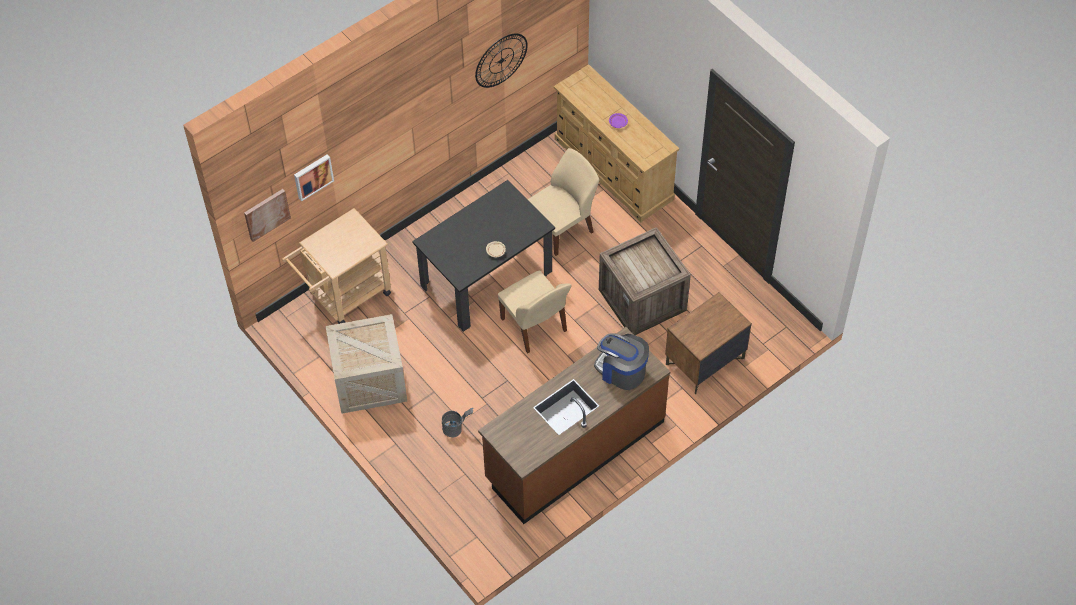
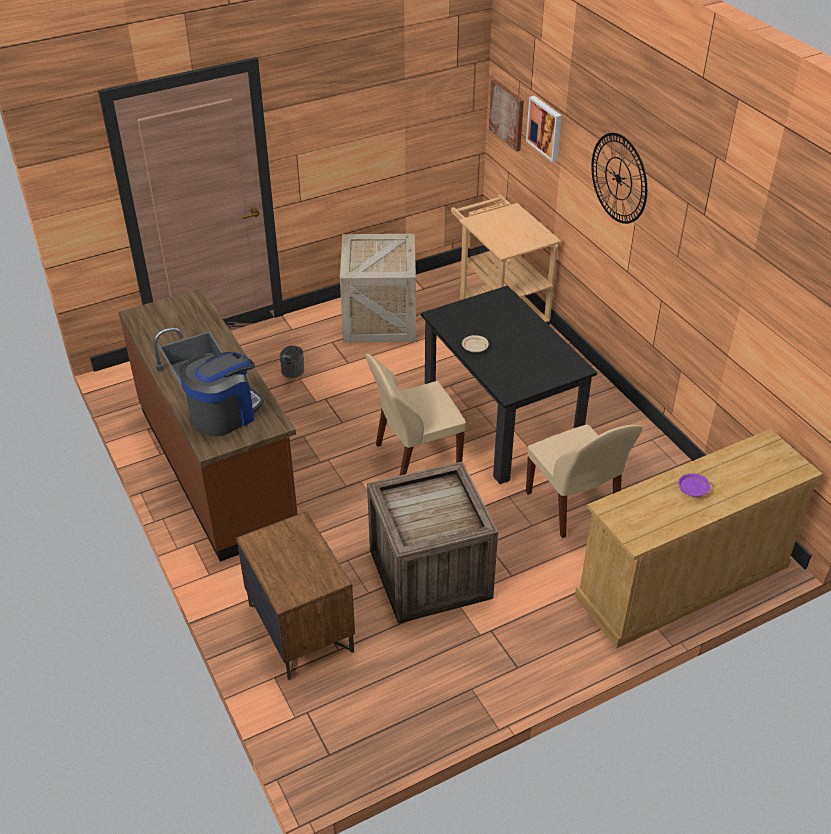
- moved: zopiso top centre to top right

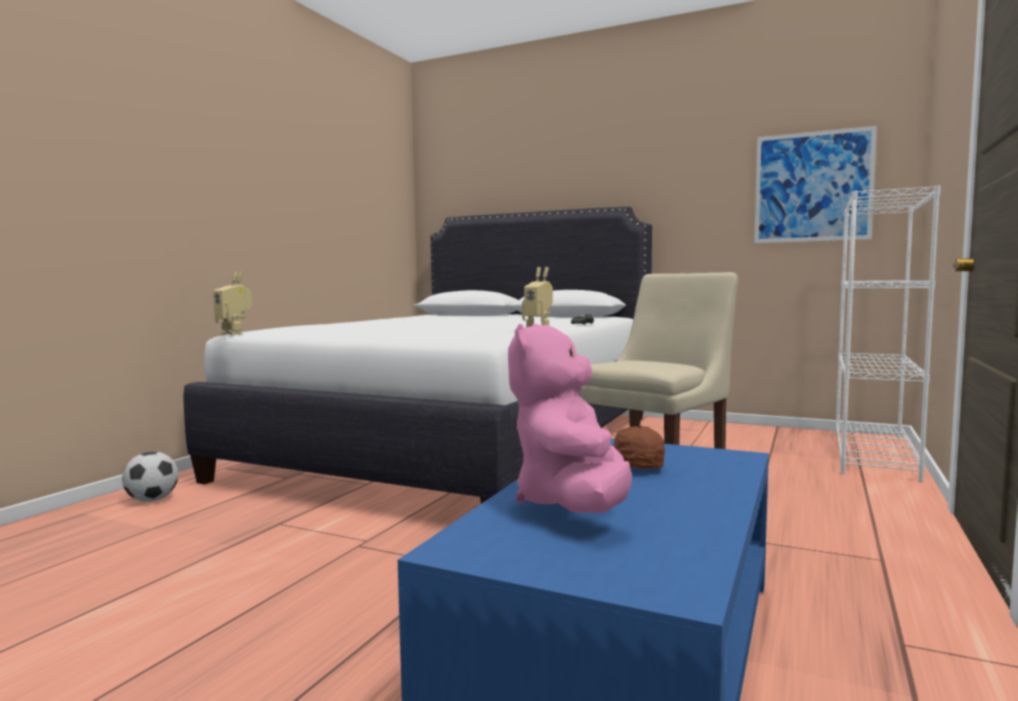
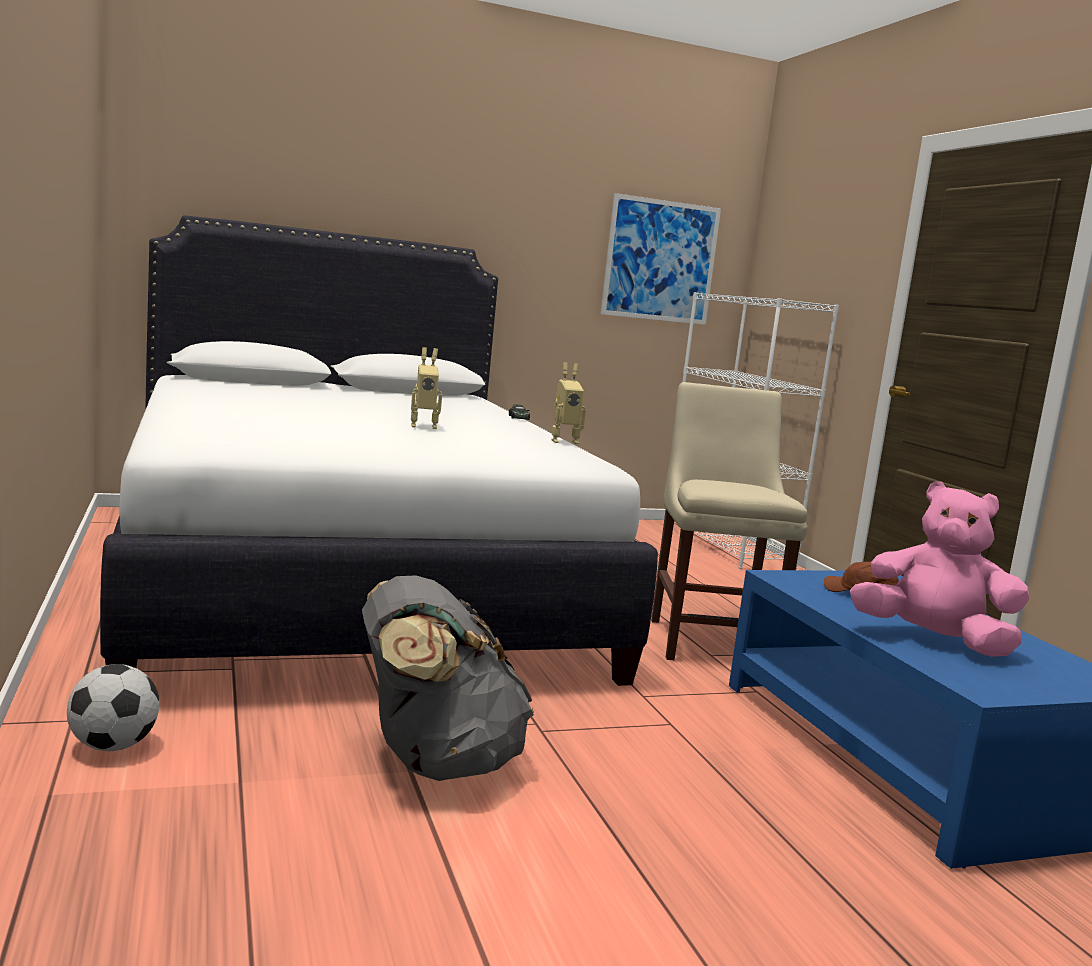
- moved: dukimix (1st from left) middle left to centre
- turned: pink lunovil centre = middle right 150 degrees clockwise
- added: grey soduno bottom centre

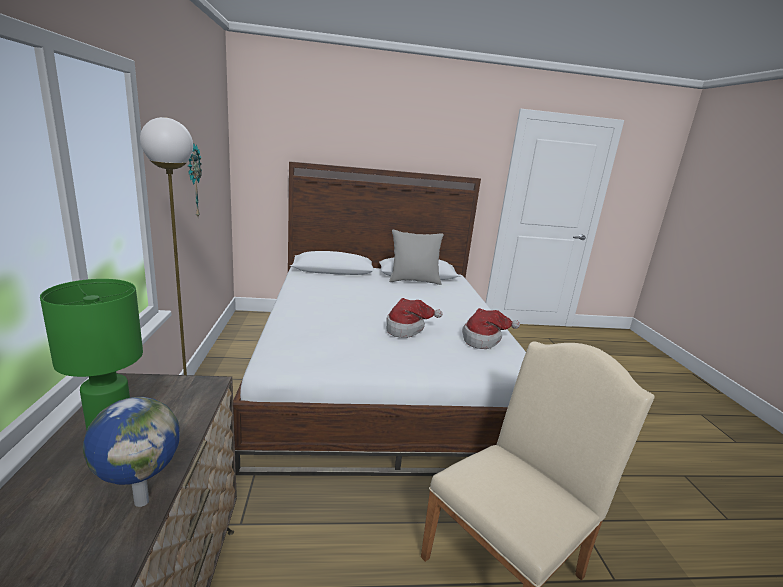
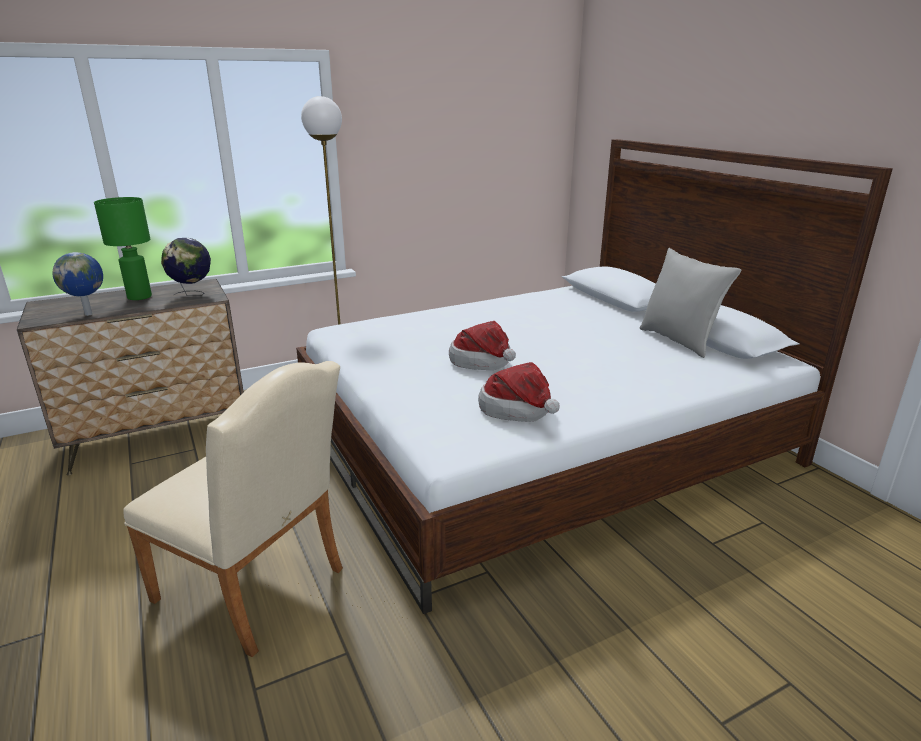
- removed: zopiso top left
- added: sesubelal (2nd from left) middle left

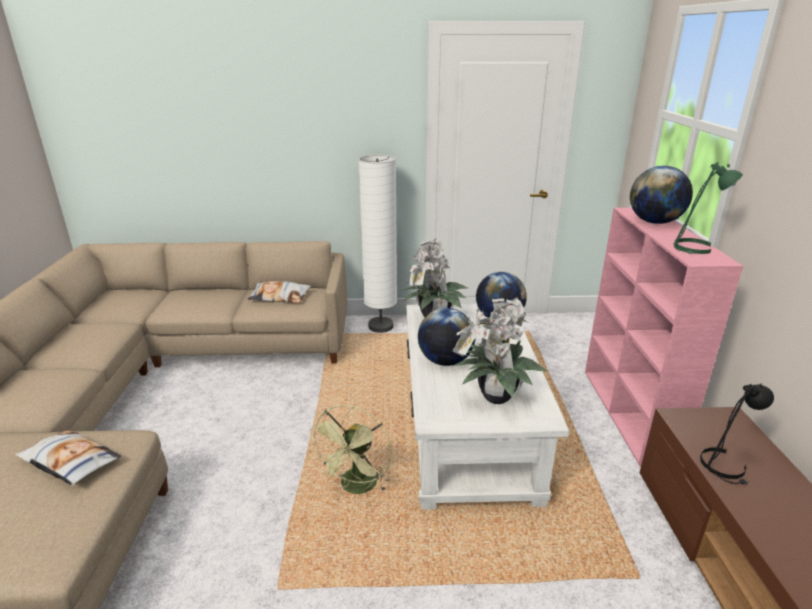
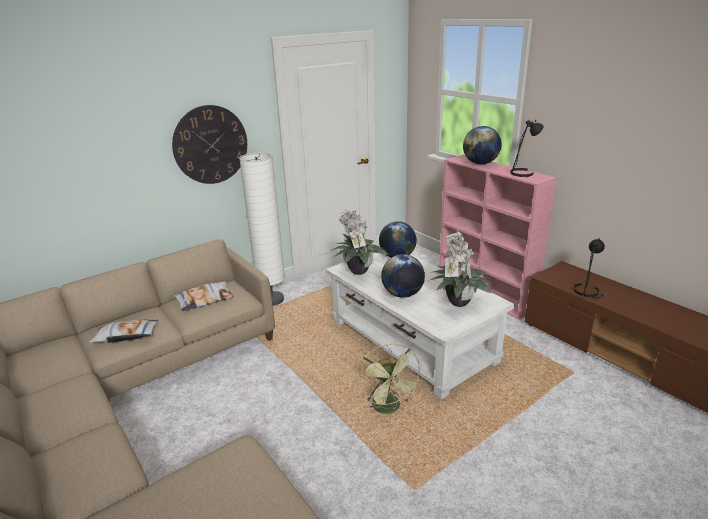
- moved: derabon (1st from left) bottom left to middle left
- recoloured: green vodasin middle right to black vodasin (1st from left) top right
- added: zopiso top left

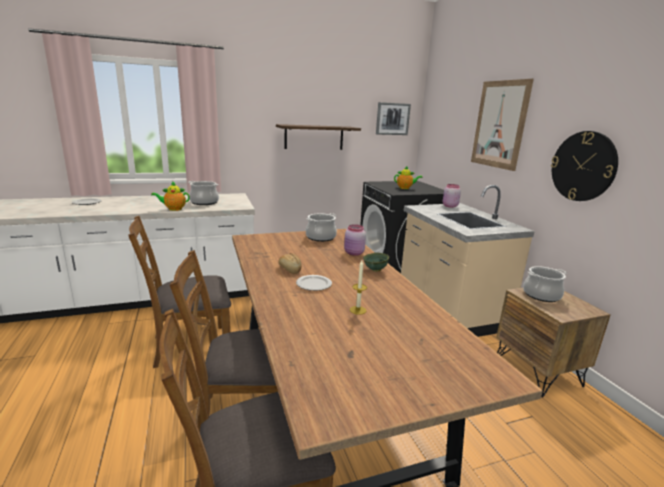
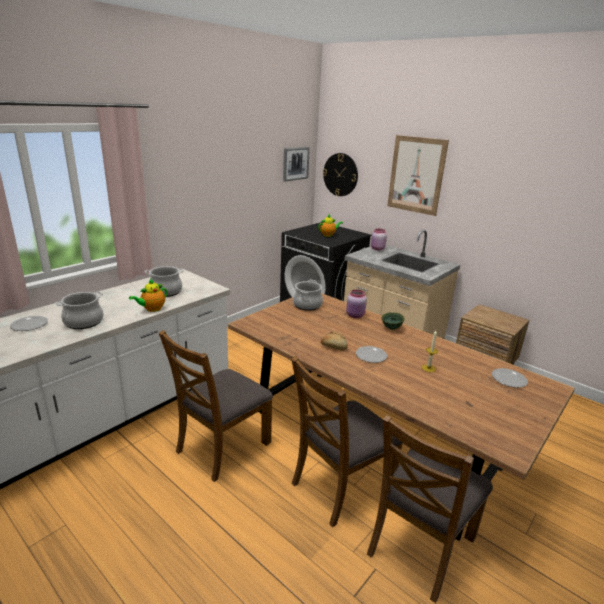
- removed: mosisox top centre
- moved: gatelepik (3rd from left in the first image) middle right to gatelepik (1st from left) middle left
- moved: zopiso middle right to top centre
- added: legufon (3rd from left) middle right

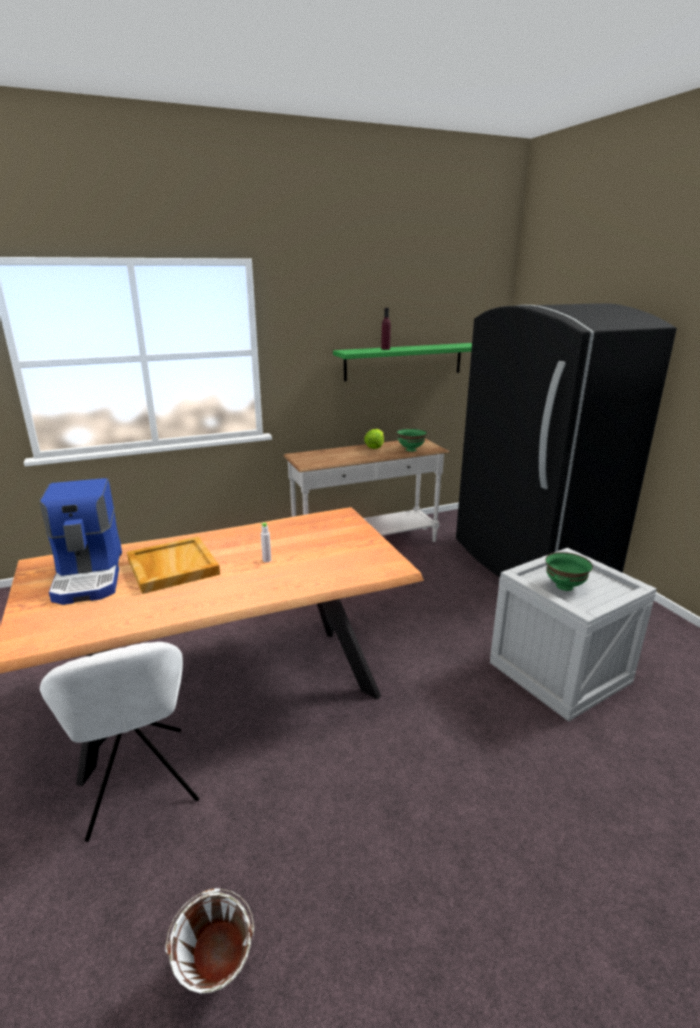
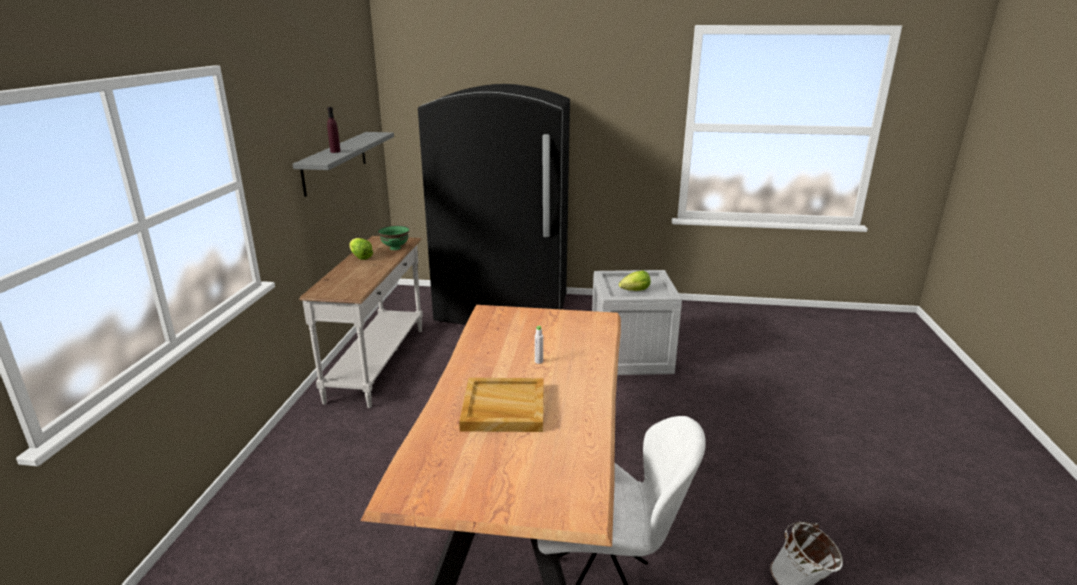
- removed: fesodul middle left
- recoloured: green mosisox centre to grey mosisox top left
- replaced: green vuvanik (2nd from left) middle right to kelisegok (2nd from left) centre

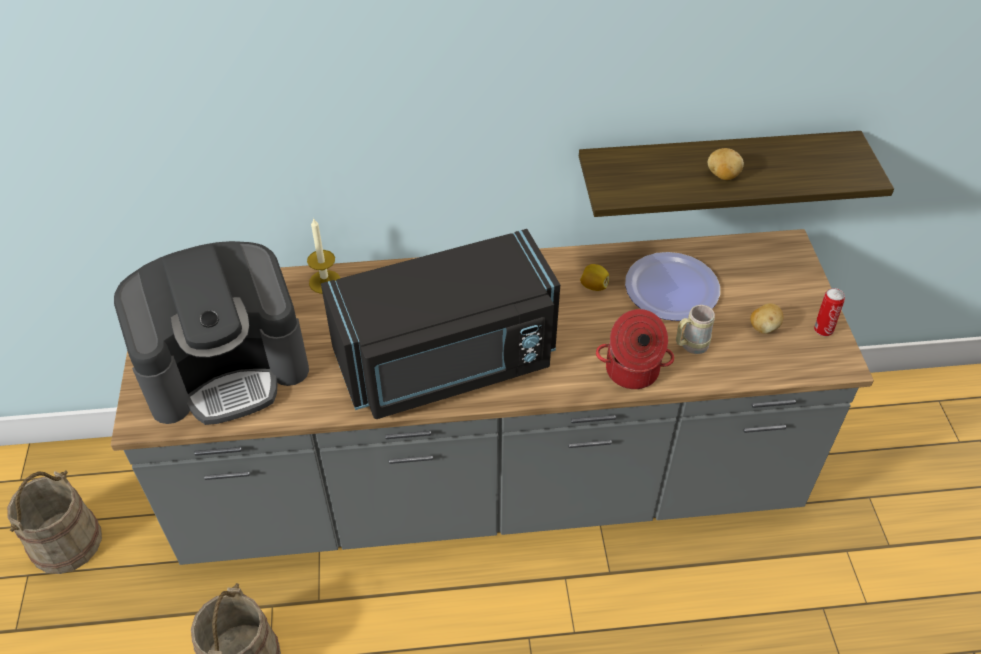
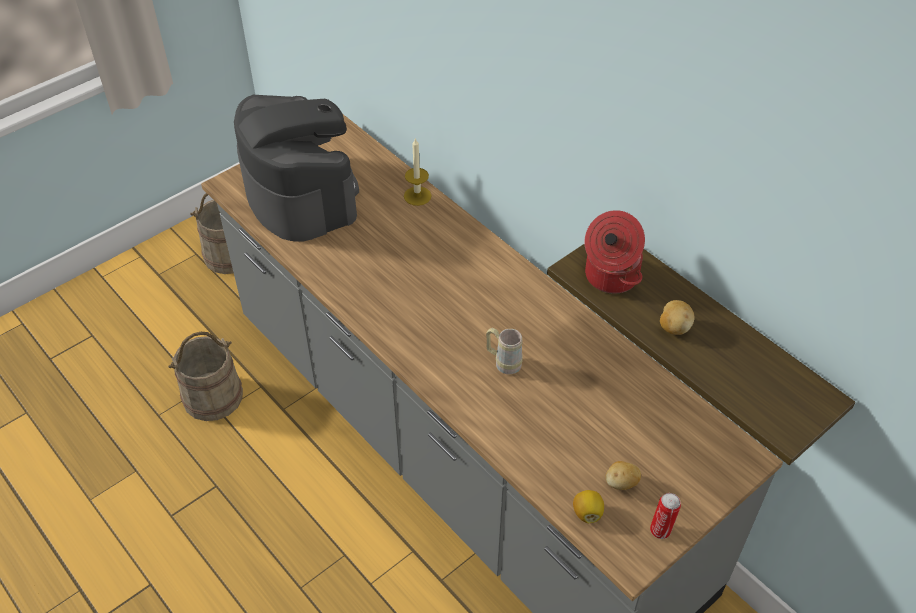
- turned: fesodul middle left = top left 150 degrees counterclockwise
- removed: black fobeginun centre
- moved: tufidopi centre to bottom centre
- moved: gatelepik centre to middle right
- removed: legufon middle right
- moved: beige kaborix middle right to centre

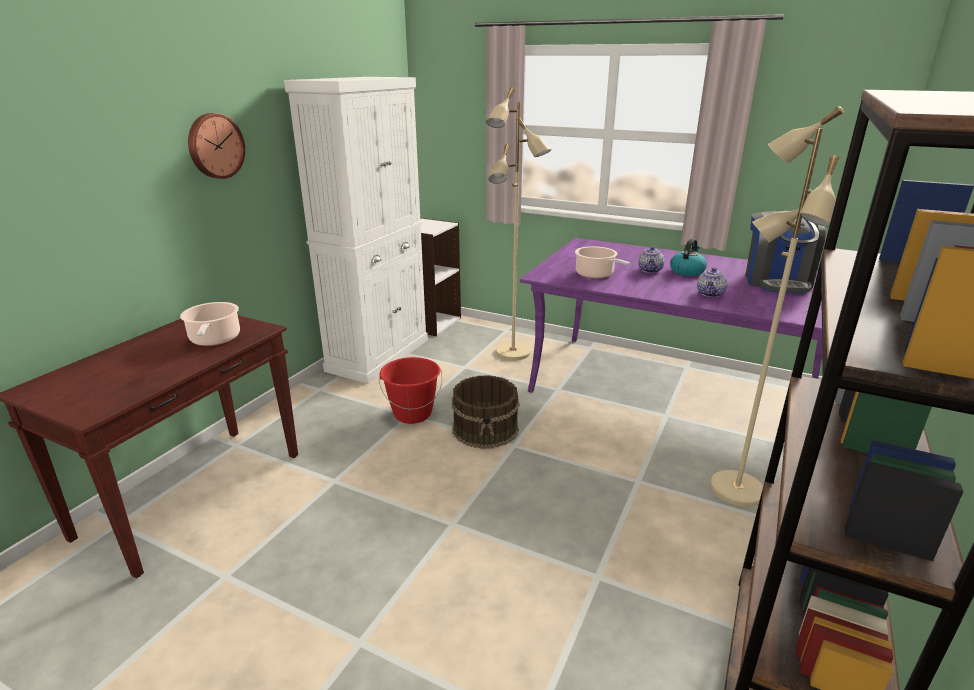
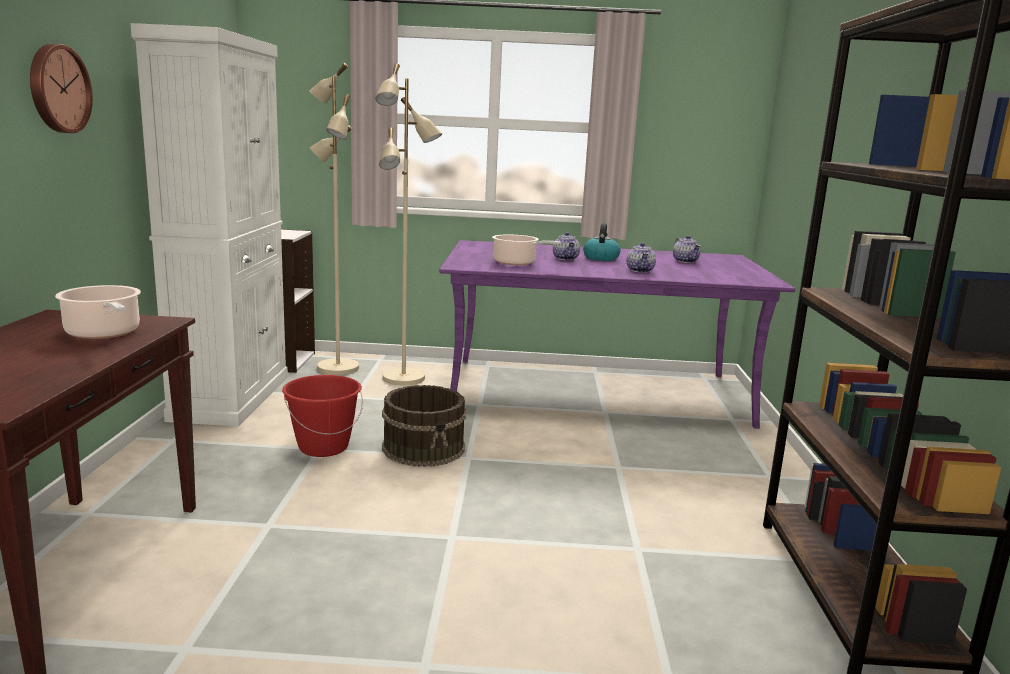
- moved: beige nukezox (2nd from left in the first image) middle right to beige nukezox (1st from left) top left
- replaced: fesodul middle right to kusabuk (3rd from left) middle right

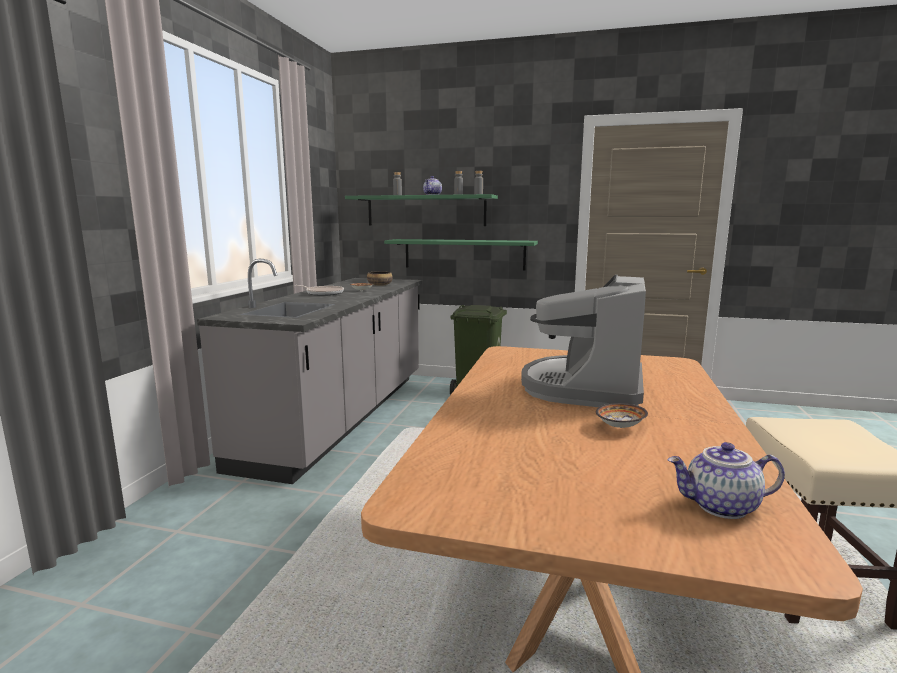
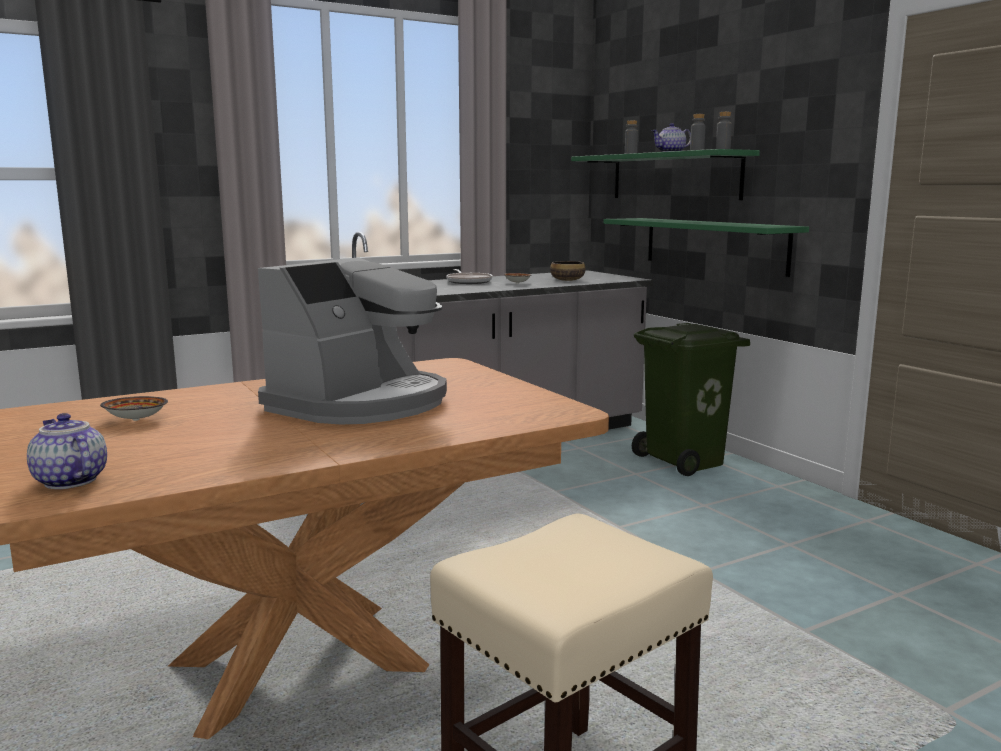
- turned: fesodul centre = centre 150 degrees clockwise
- moved: vuvanik (3rd from left in the first image) middle right to vuvanik (1st from left) middle left

